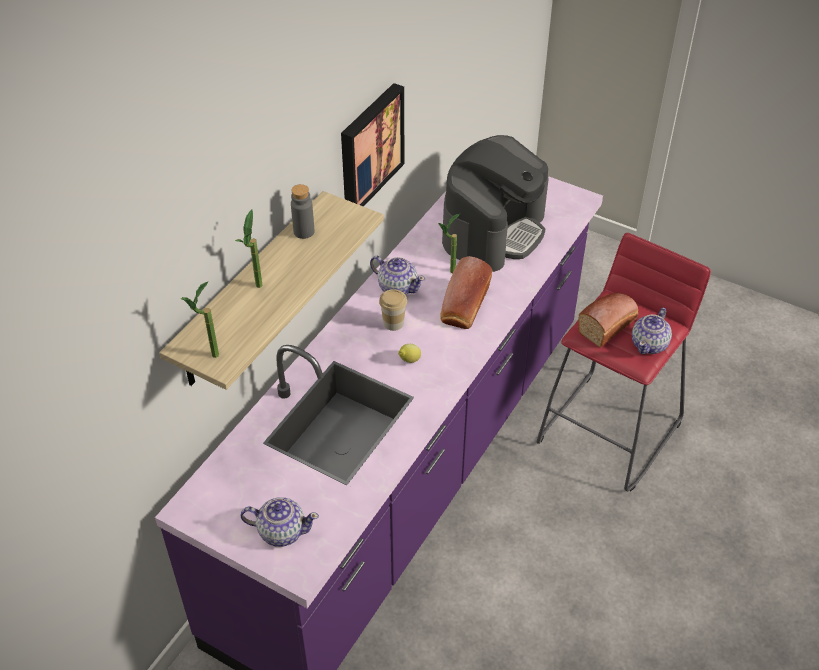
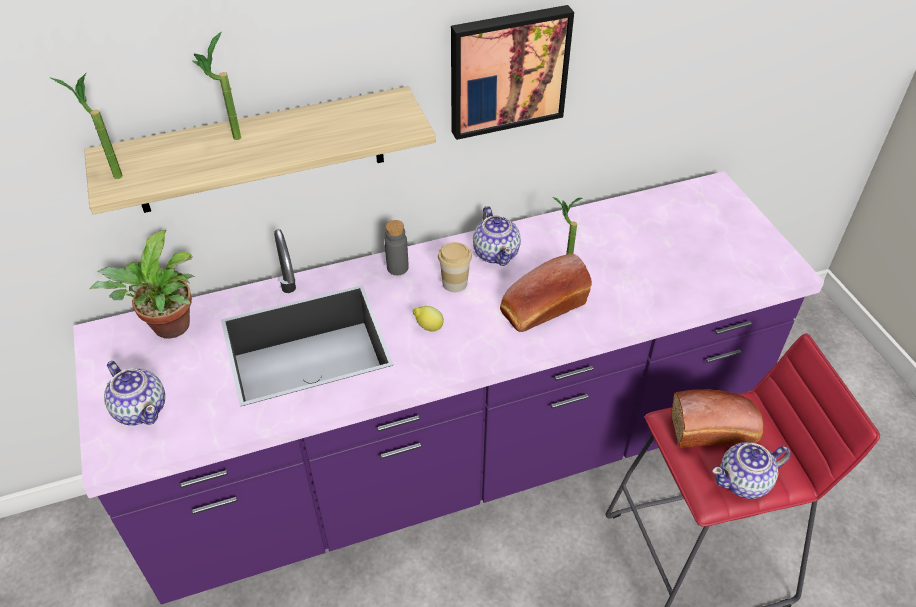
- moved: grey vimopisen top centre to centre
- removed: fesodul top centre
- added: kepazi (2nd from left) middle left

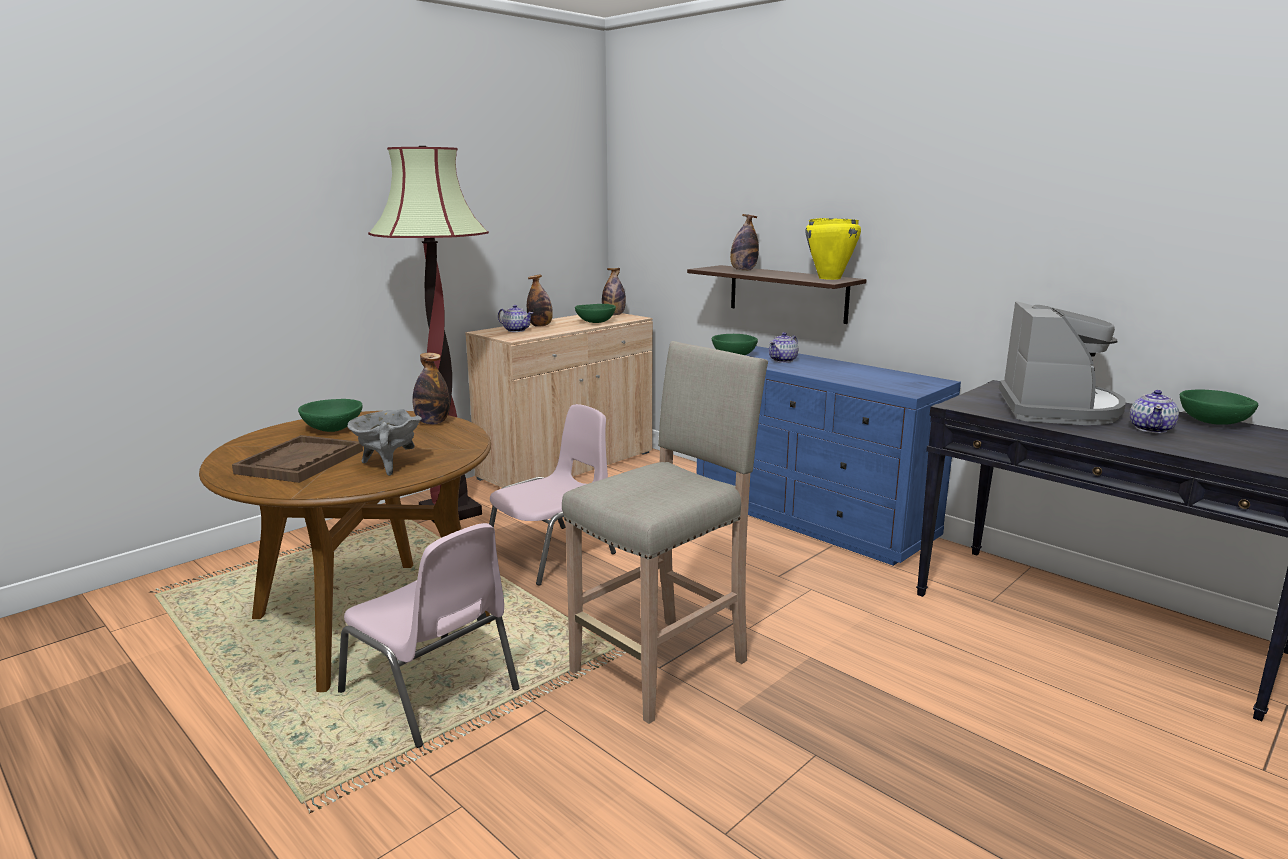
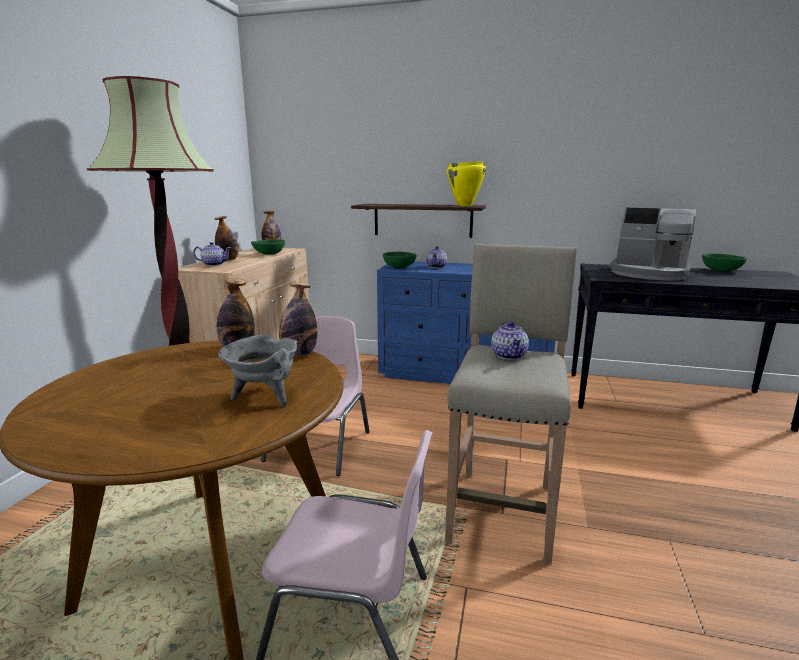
- removed: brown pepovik middle left
- removed: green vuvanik (1st from left) middle left
- moved: vimopisen (4th from left) top centre to centre
- turned: fesodul middle right = middle right 135 degrees clockwise
- moved: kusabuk (3rd from left) middle right to centre

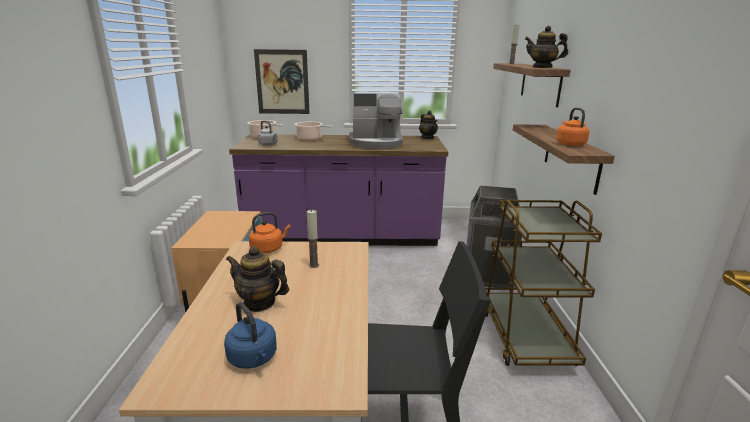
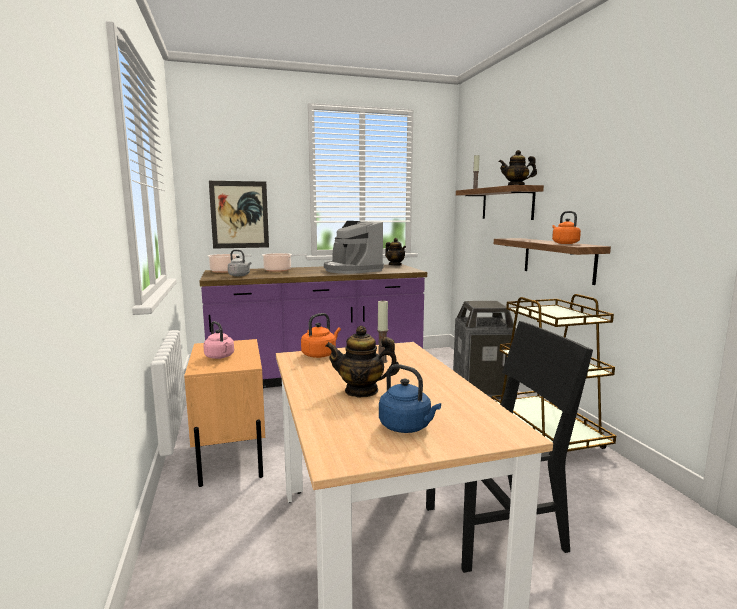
- turned: fesodul top centre = centre 75 degrees clockwise
- added: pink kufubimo middle left

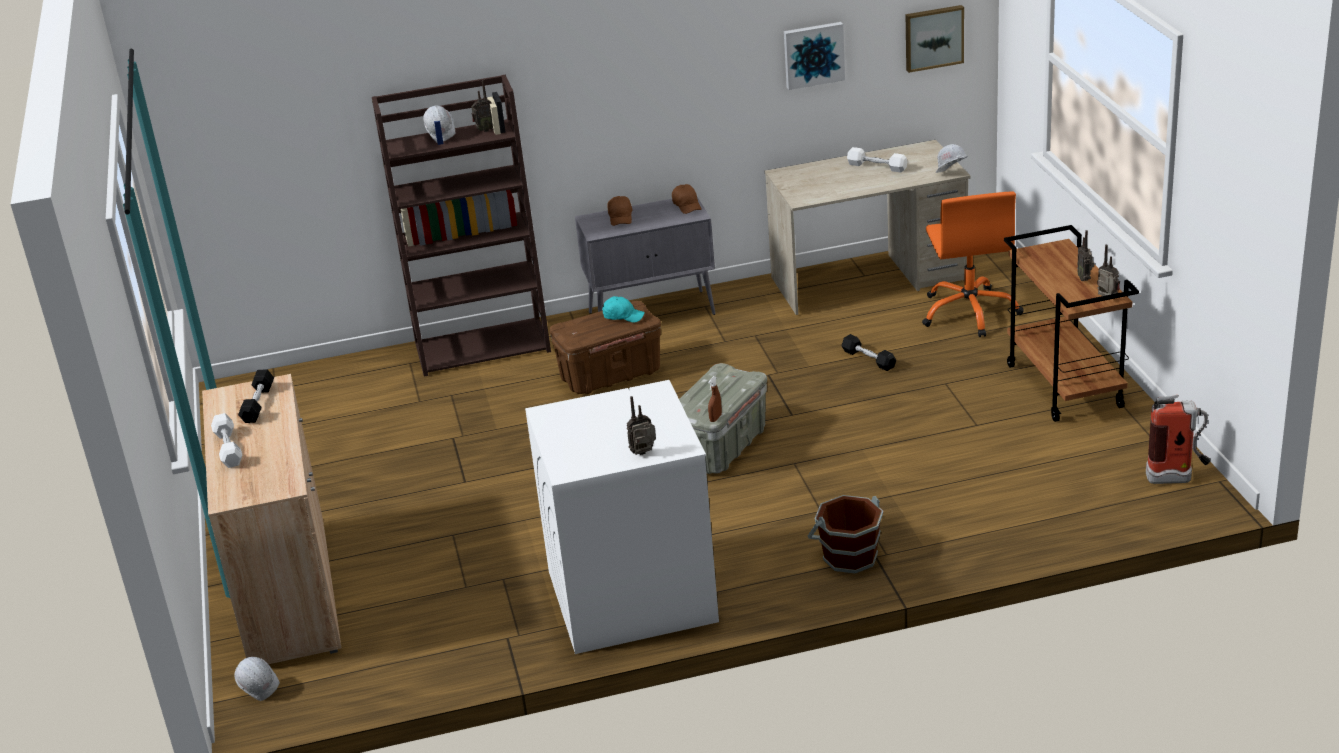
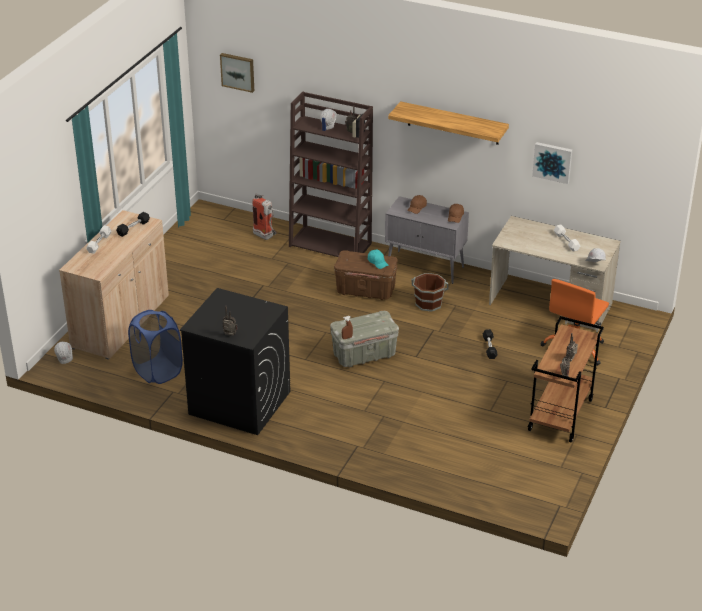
- recoloured: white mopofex bottom centre to black mopofex centre
- moved: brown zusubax bottom centre to centre
- moved: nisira (2nd from left in the first image) top right to nisira (1st from left) top centre
- moved: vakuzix middle right to centre
- added: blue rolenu middle left
- added: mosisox top centre

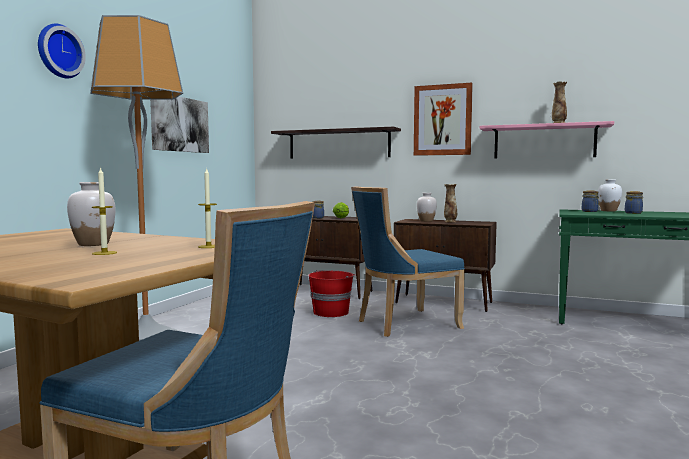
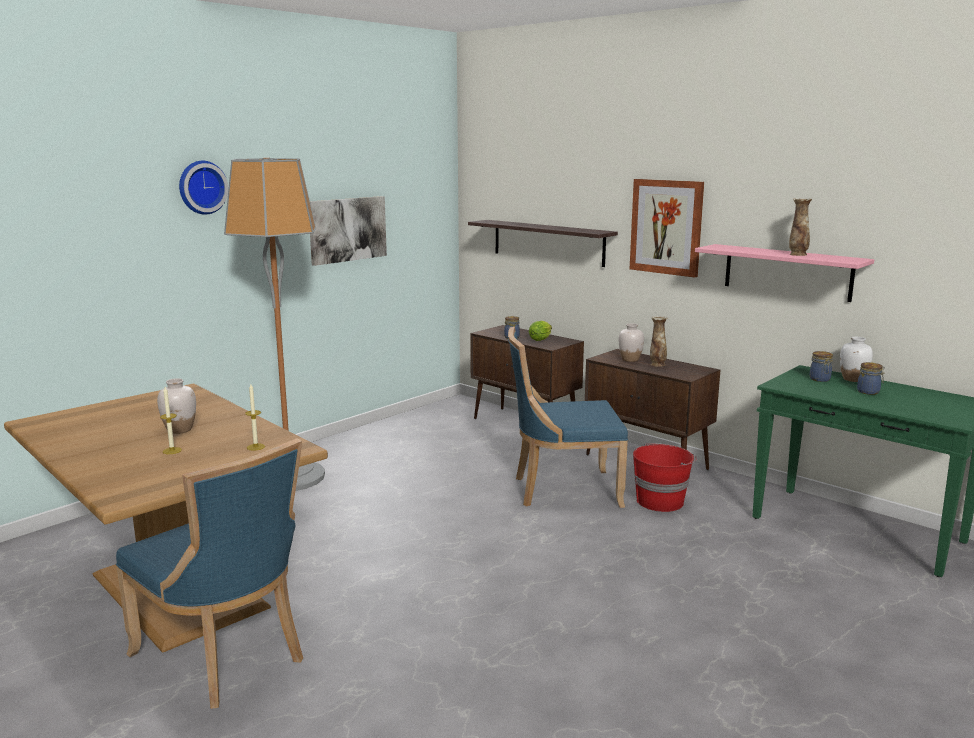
- moved: red zusubax centre to middle right

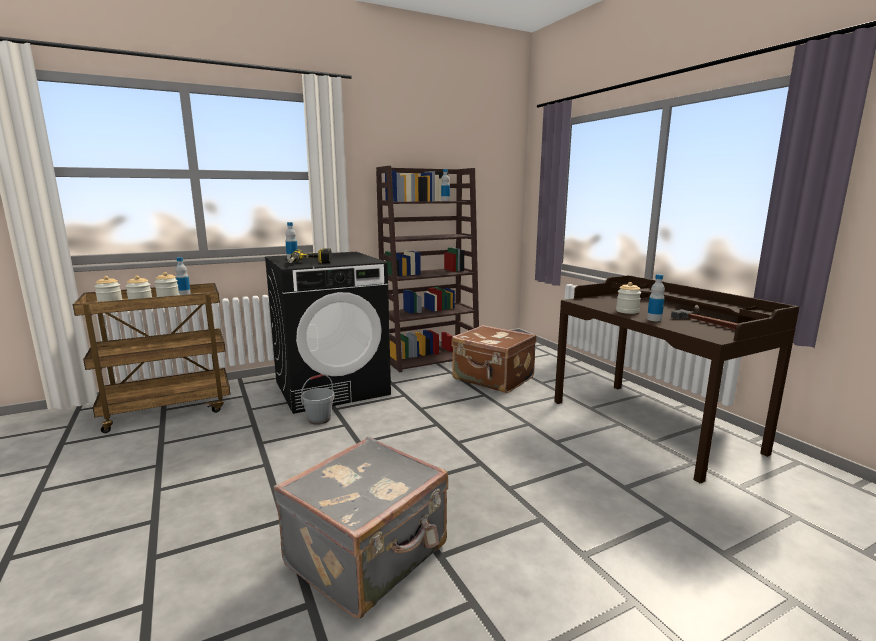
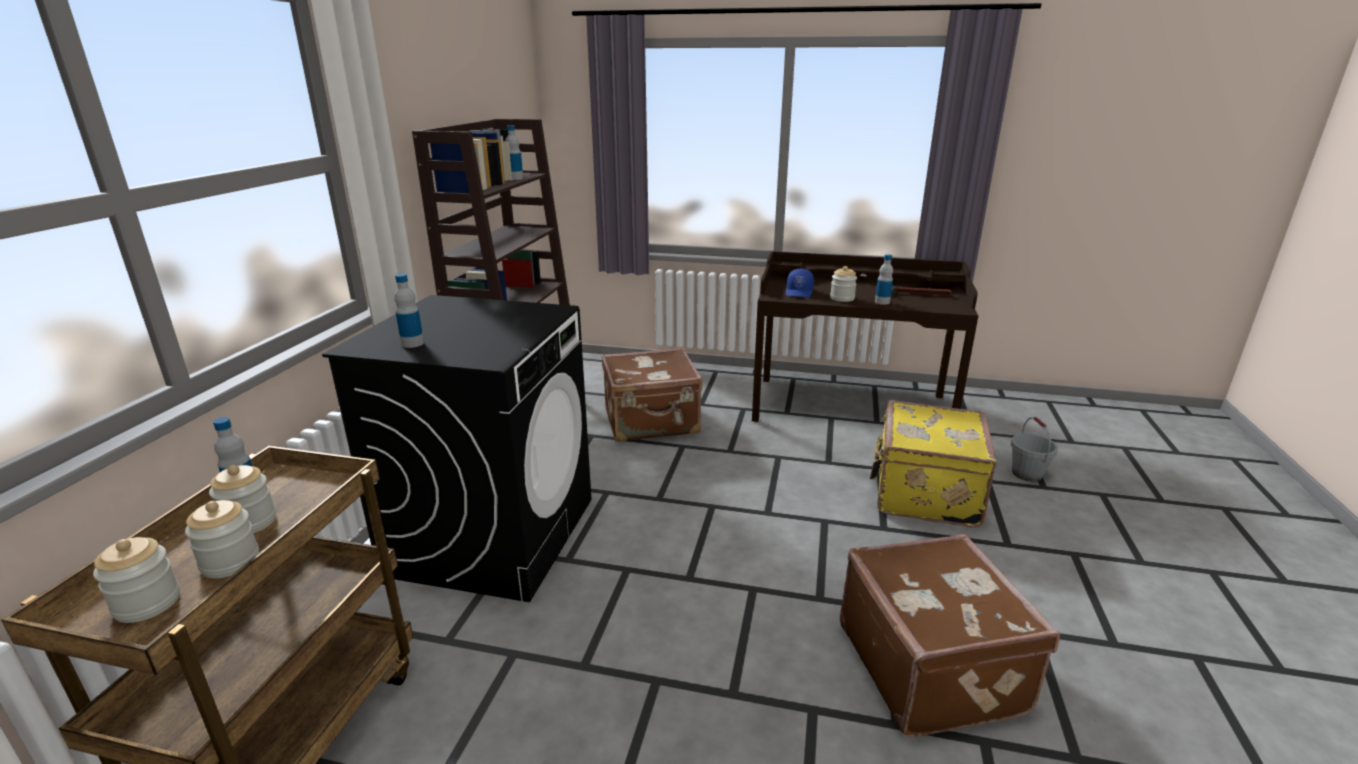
- recoloured: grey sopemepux bottom centre to brown sopemepux (2nd from left) bottom right
- removed: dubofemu centre
- moved: grey zusubax centre to middle right
- added: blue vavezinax centre
- added: yellow sopemepux middle right

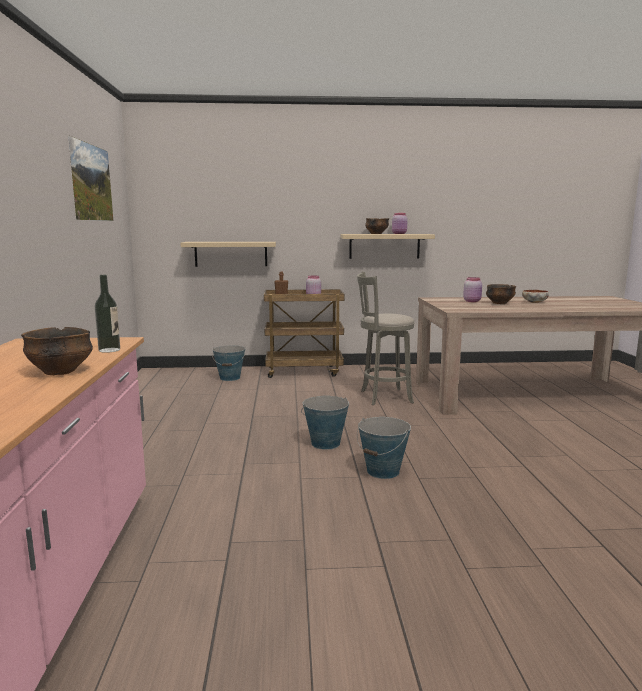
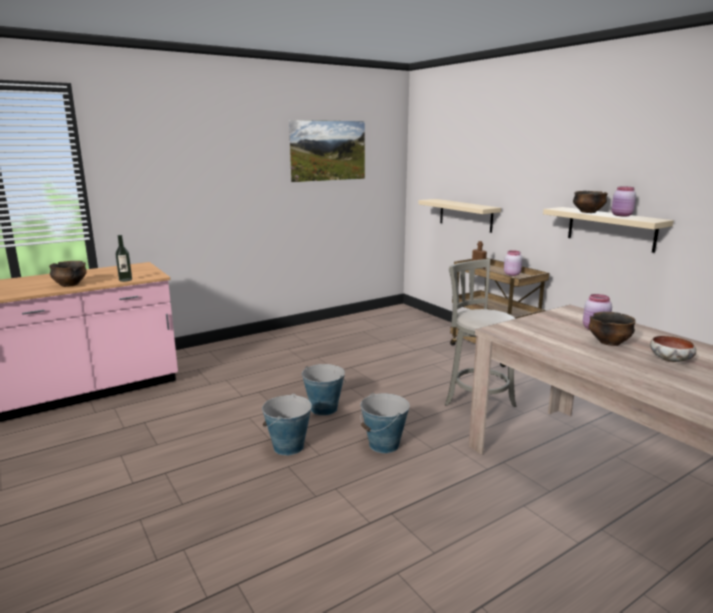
- moved: zusubax (1st from left in the first image) centre to zusubax (3rd from left) bottom centre

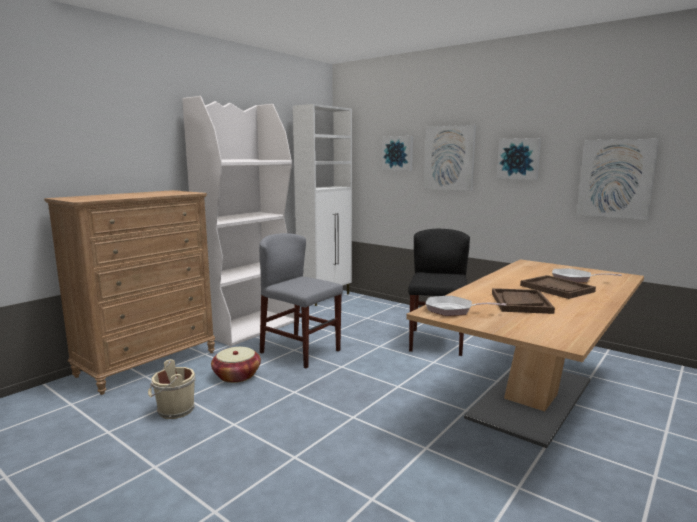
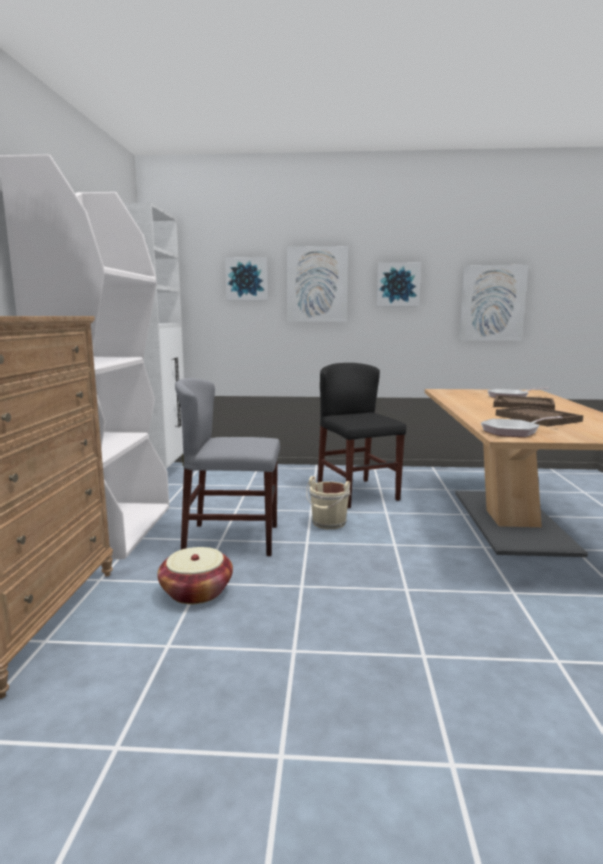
- moved: beige zusubax bottom left to centre

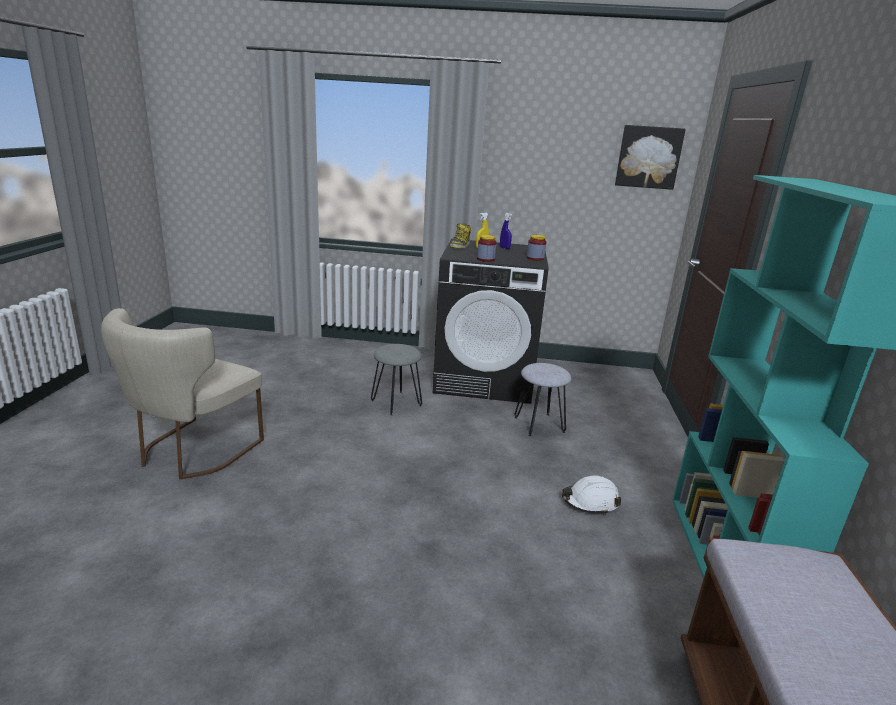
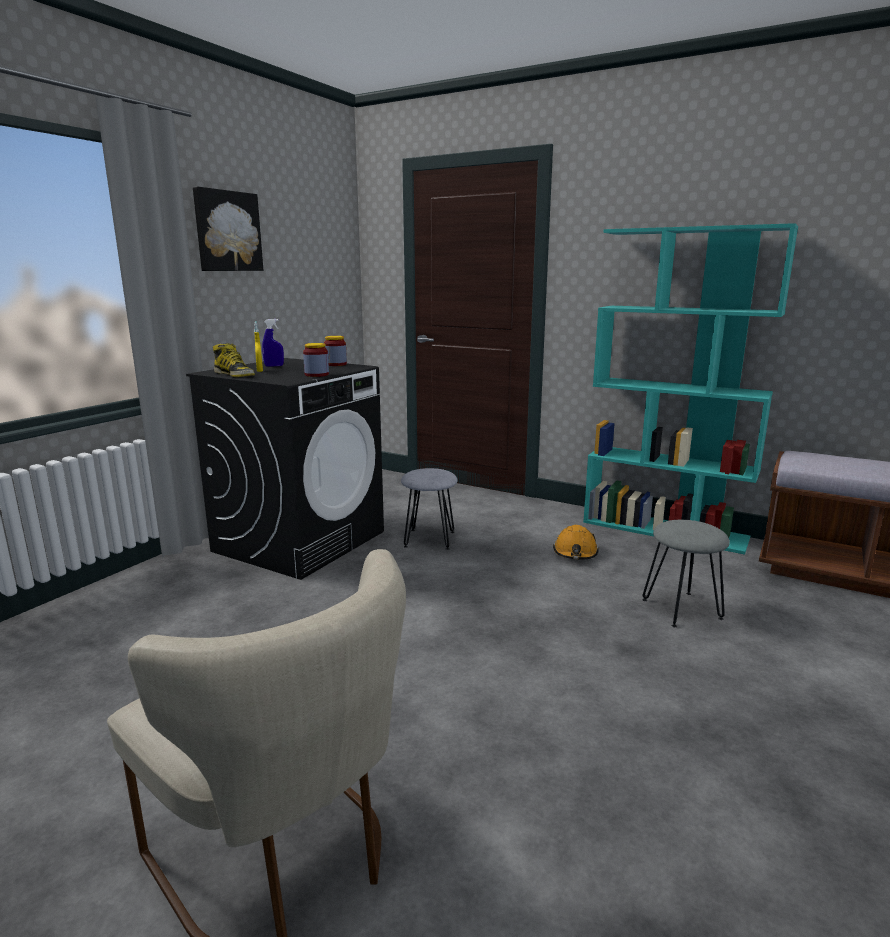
- moved: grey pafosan (1st from left in the first image) centre to grey pafosan (2nd from left) middle right
- recoloured: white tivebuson bottom centre to orange tivebuson centre
- moved: nisira top right to top left

